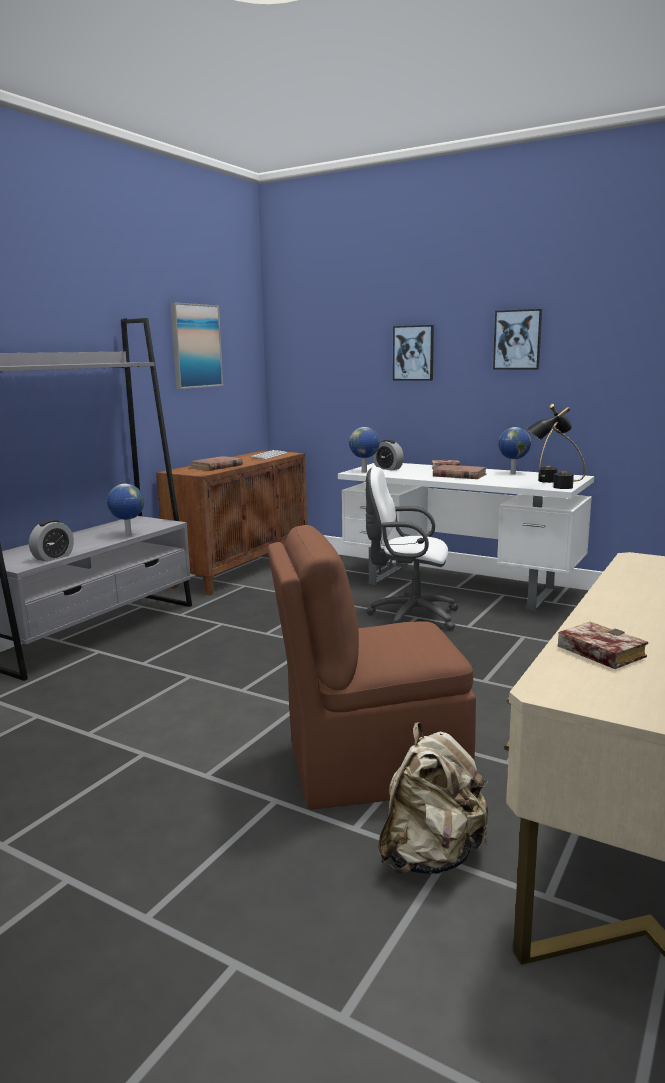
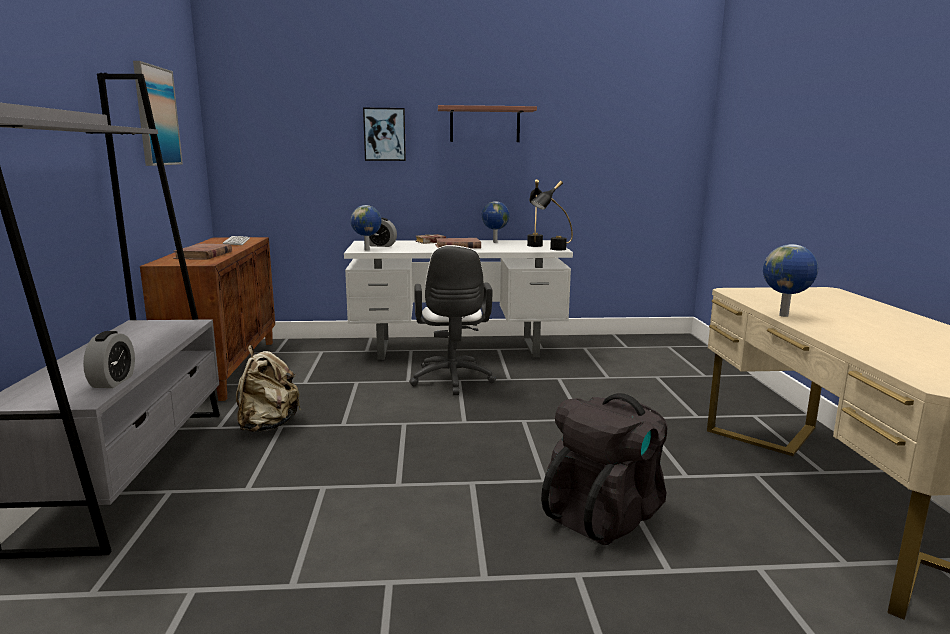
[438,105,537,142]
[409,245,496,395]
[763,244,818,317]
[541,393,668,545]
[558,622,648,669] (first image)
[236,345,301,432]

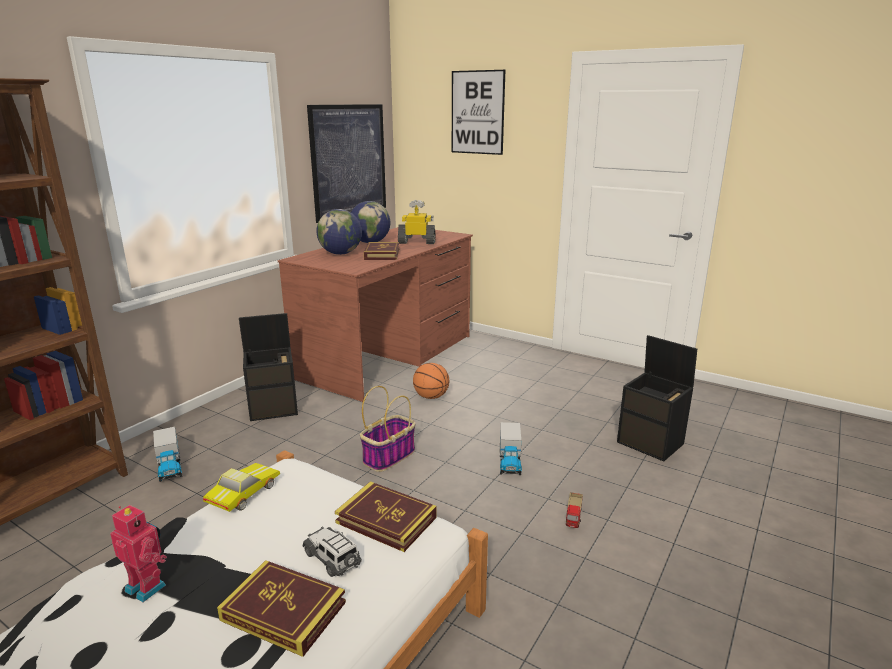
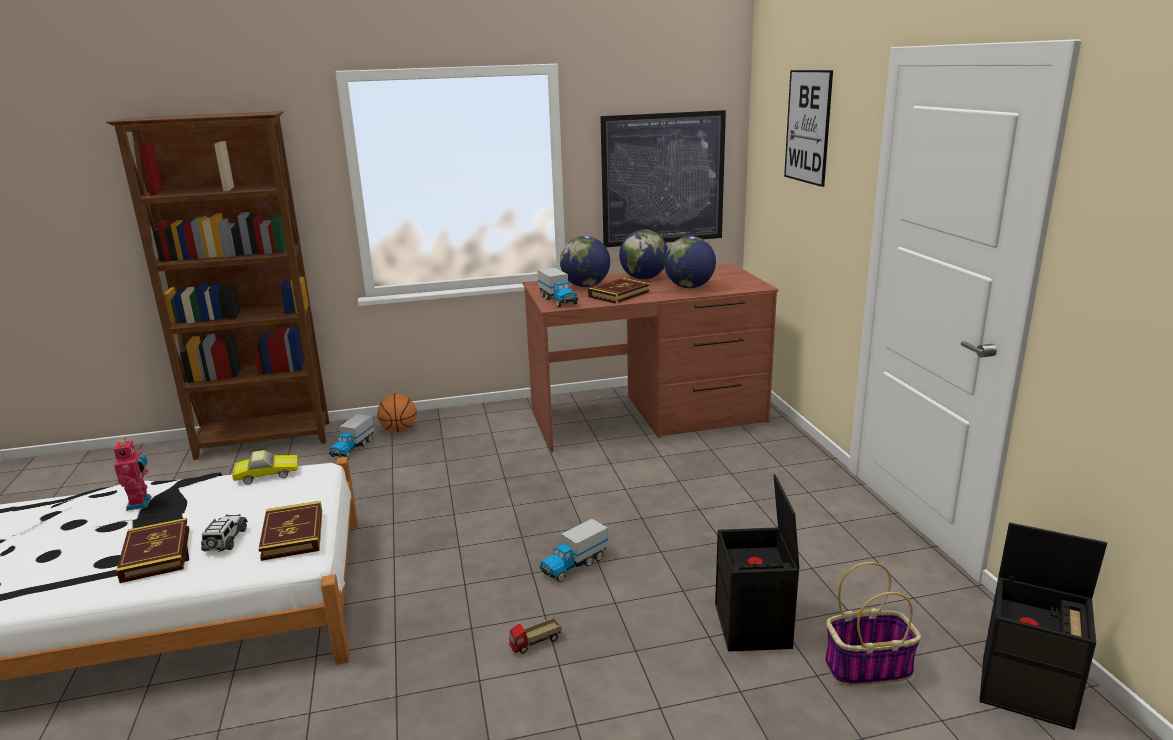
[664,236,716,288]
[980,522,1107,730]
[377,394,417,432]
[825,562,921,686]
[537,268,578,307]

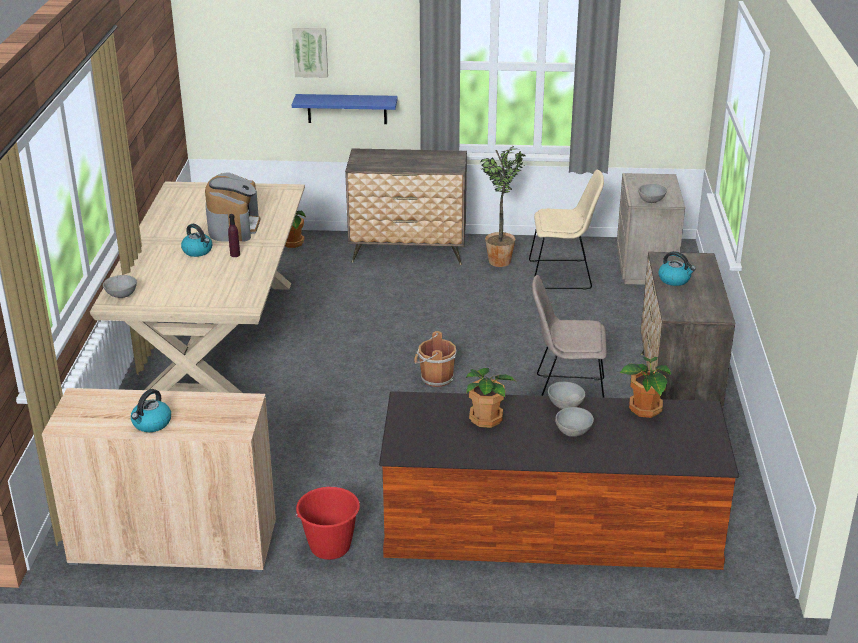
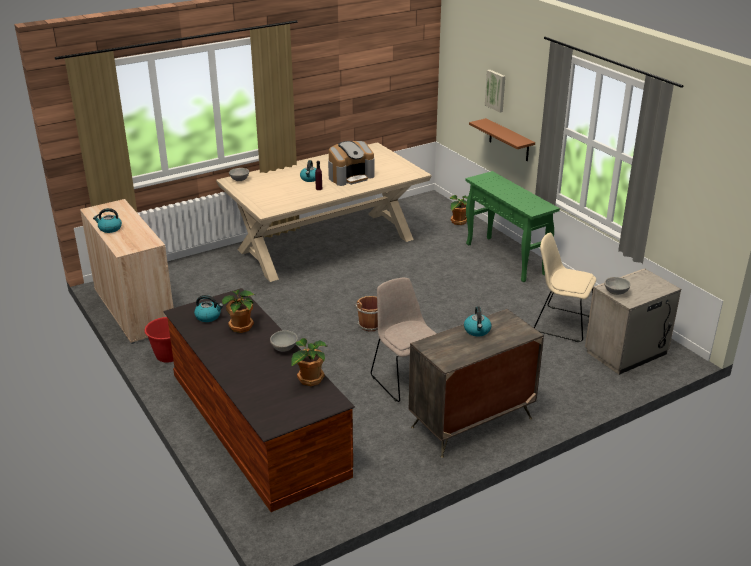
[469,118,535,161]
[481,146,526,267] (first image)
[465,171,560,282]
[534,233,596,342]
[555,407,594,437] (first image)
[194,295,223,322]

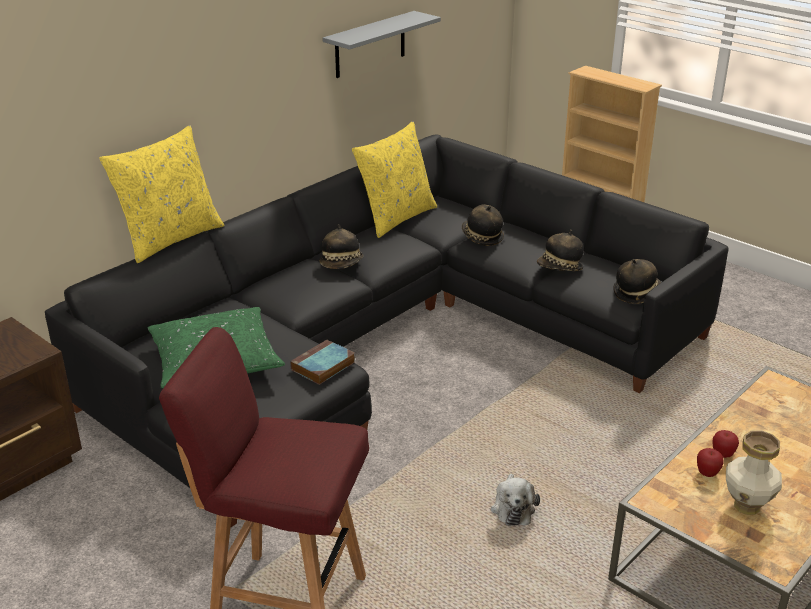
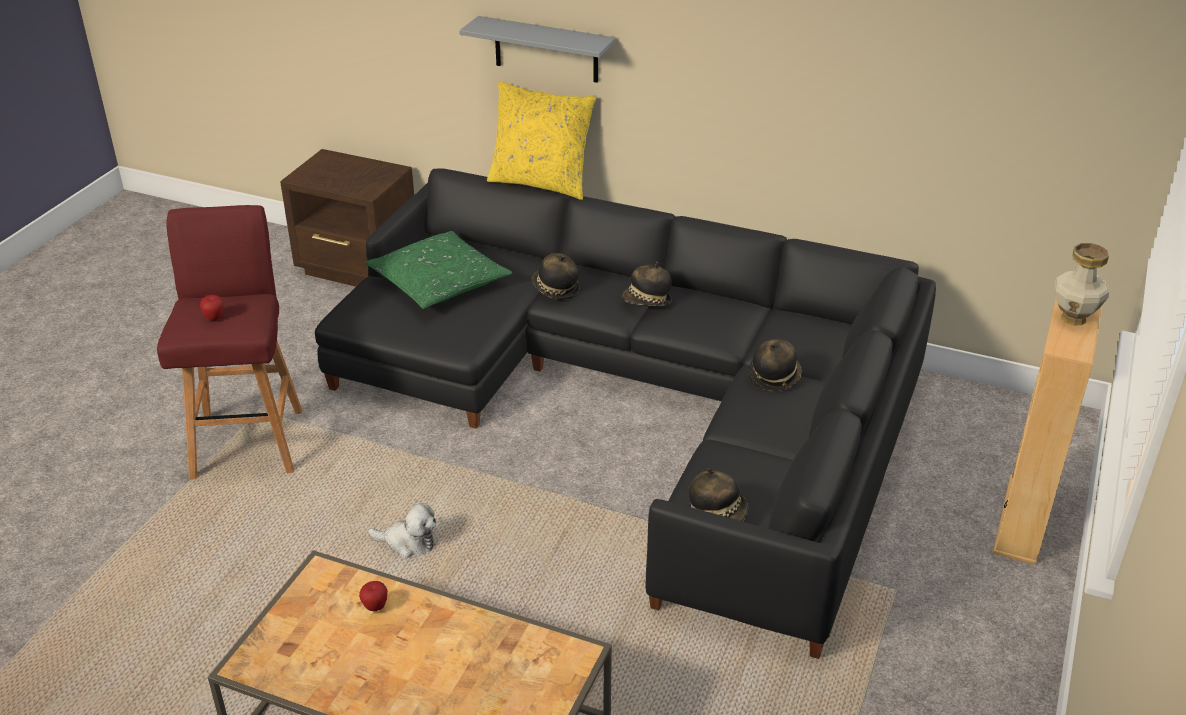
[459,16,616,83]
[352,122,437,238] (first image)
[532,253,580,300]
[290,339,355,385] (first image)
[200,295,225,321]
[1055,243,1109,325]
[368,503,436,558]

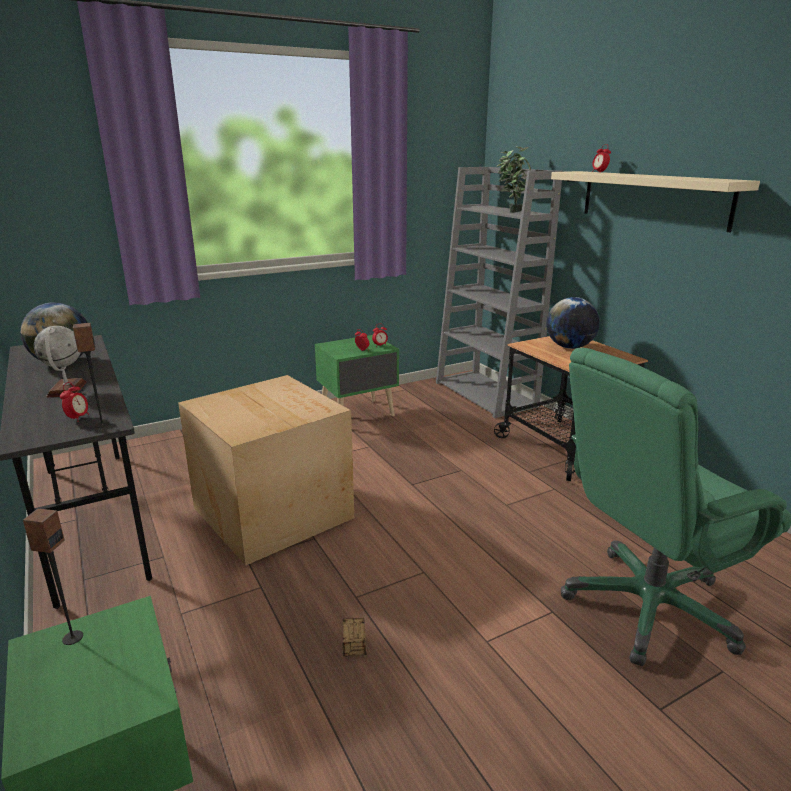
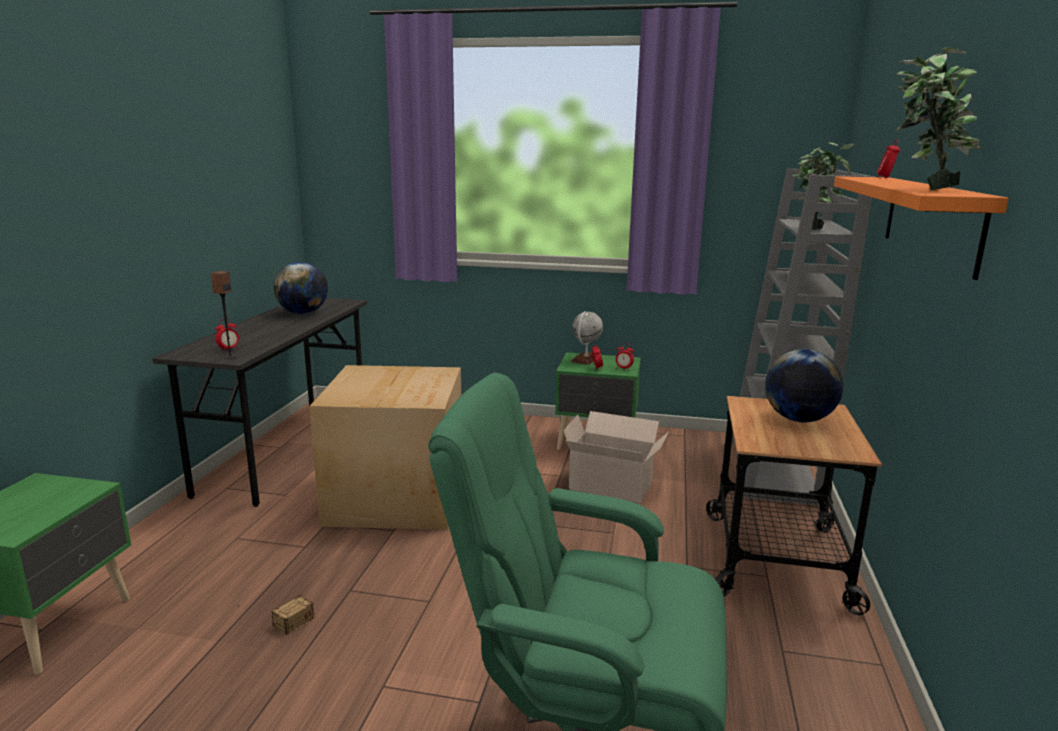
[834,176,1009,280]
[571,311,603,365]
[23,508,83,645] (first image)
[896,47,982,190]
[563,411,669,503]

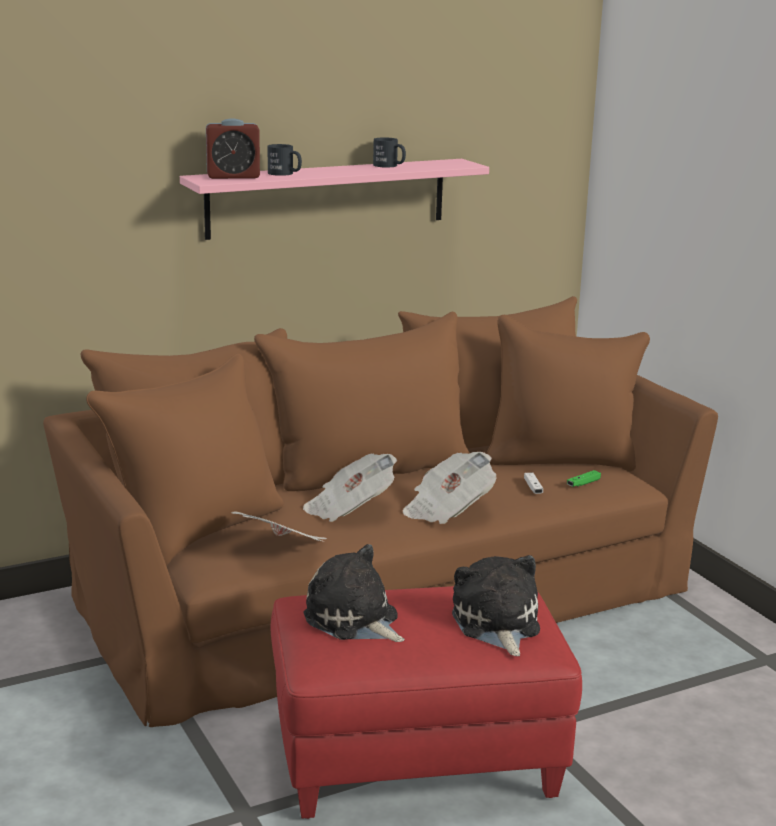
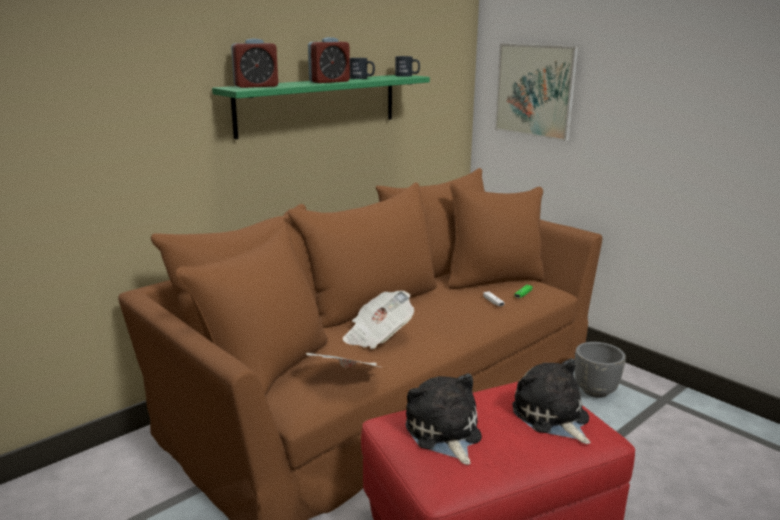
[395,56,420,77]
[212,75,430,139]
[403,452,497,524] (first image)
[405,373,482,465]
[308,37,350,83]
[495,43,578,141]
[575,342,626,398]

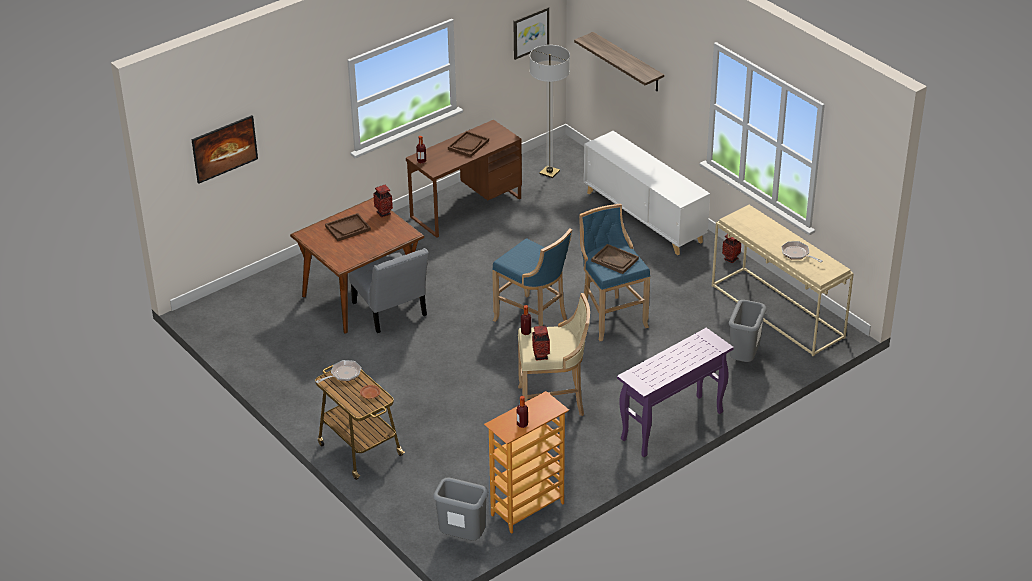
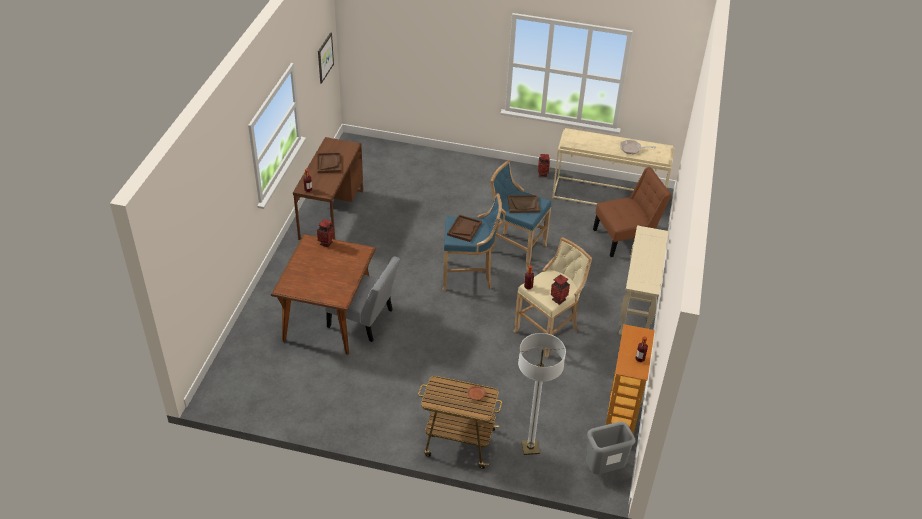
[574,32,664,91] (first image)
[518,333,566,455]
[191,115,258,184] (first image)
[584,131,710,255] (first image)
[447,214,482,242]
[593,167,671,257]
[619,225,668,335]
[315,360,361,383] (first image)

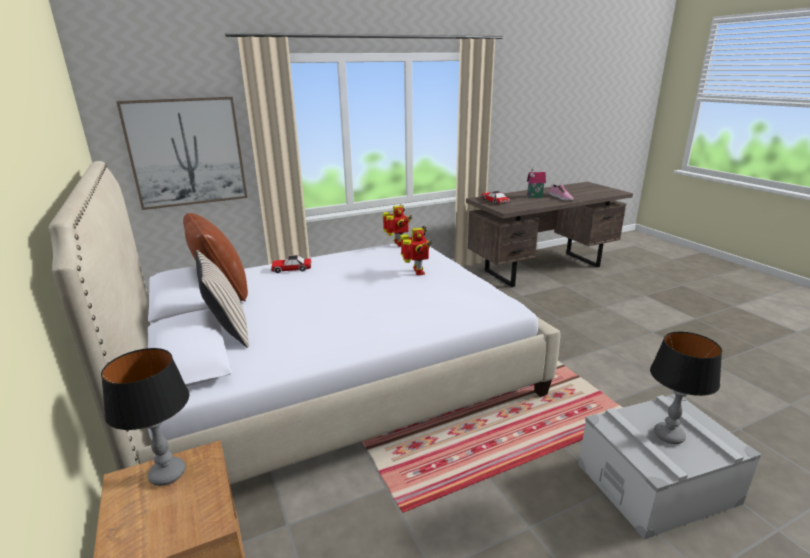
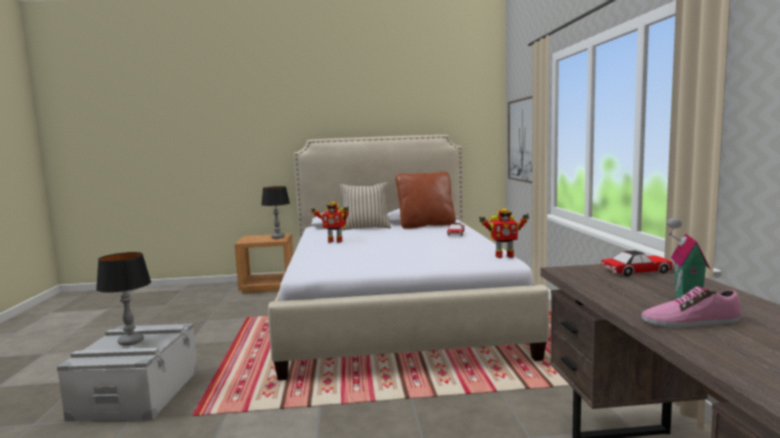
[311,202,349,243]

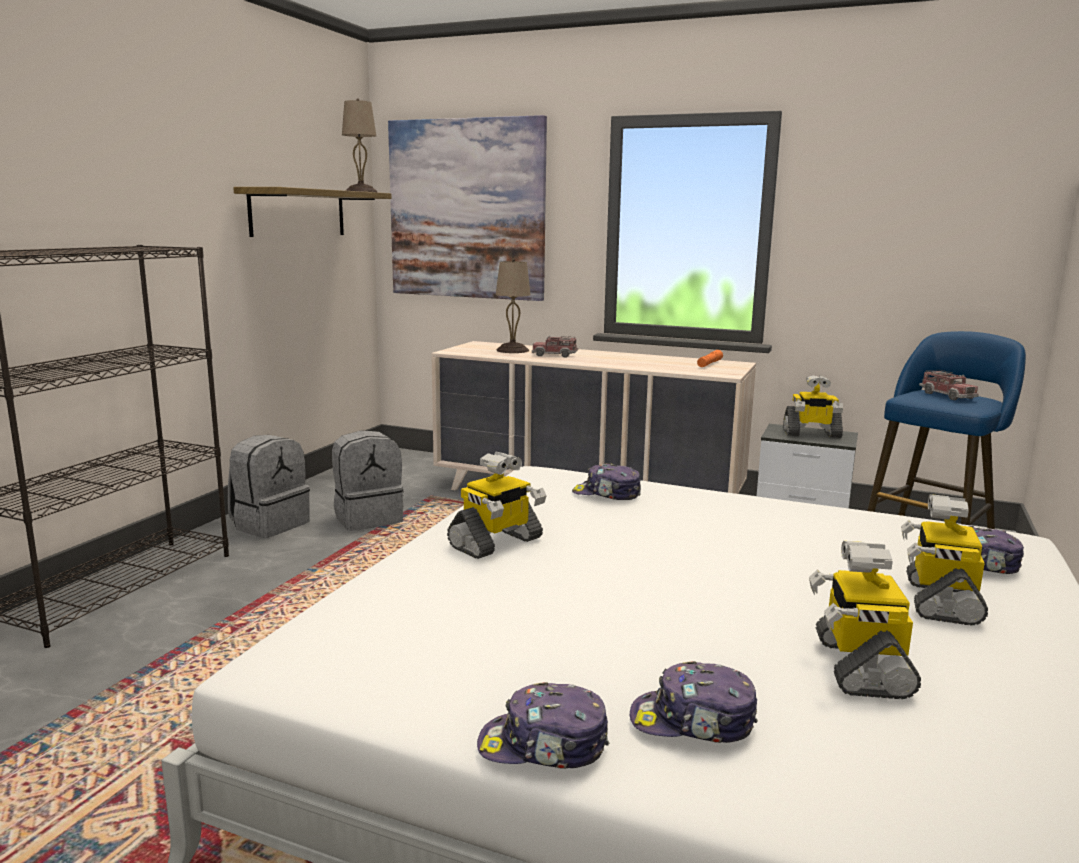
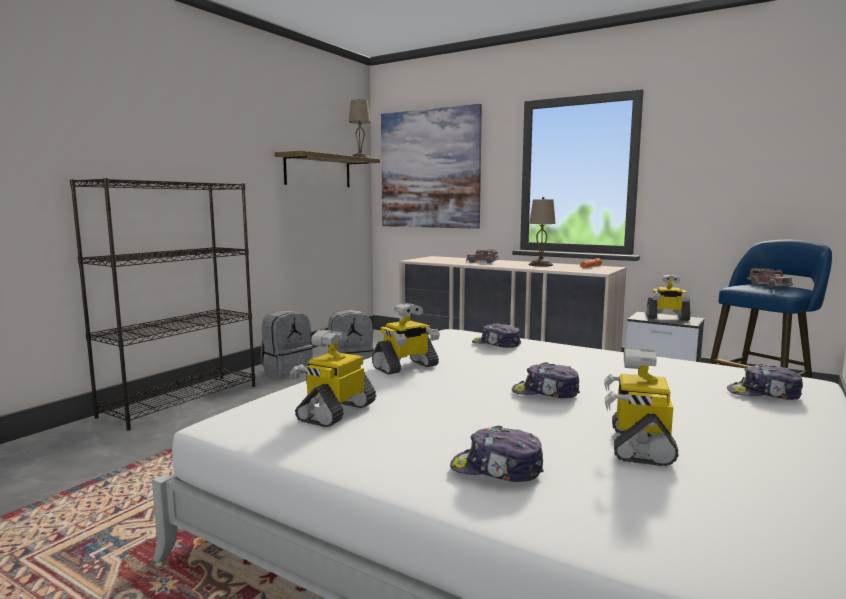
[529,197,556,266]
[290,329,376,427]
[512,362,580,398]

